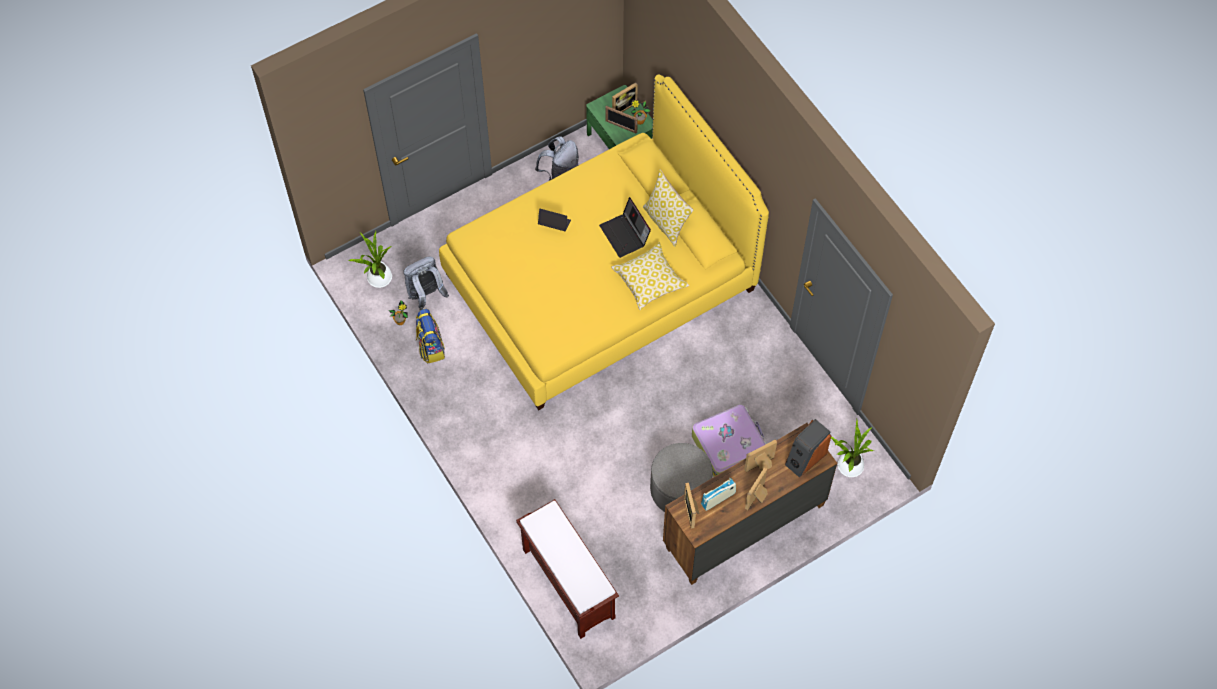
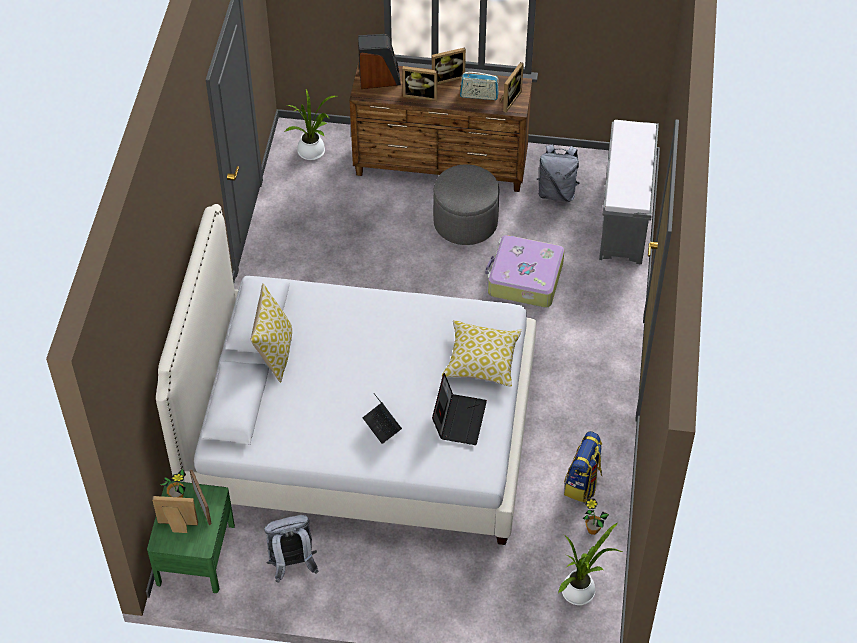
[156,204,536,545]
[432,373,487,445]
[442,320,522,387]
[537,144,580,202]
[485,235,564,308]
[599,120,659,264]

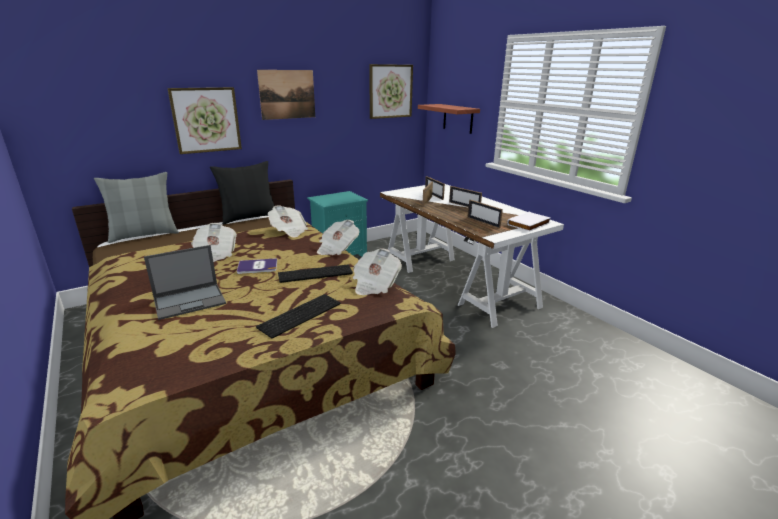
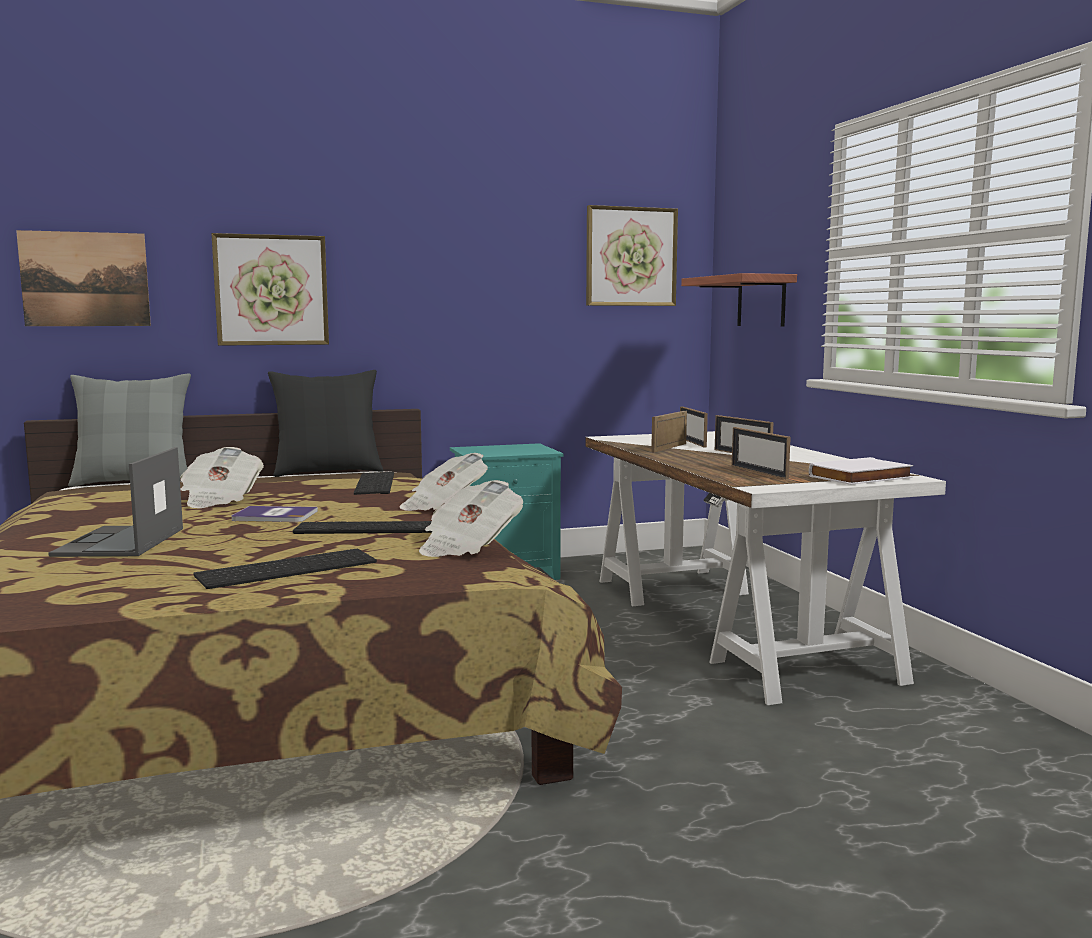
[16,230,151,326]
[354,472,394,495]
[48,447,183,557]

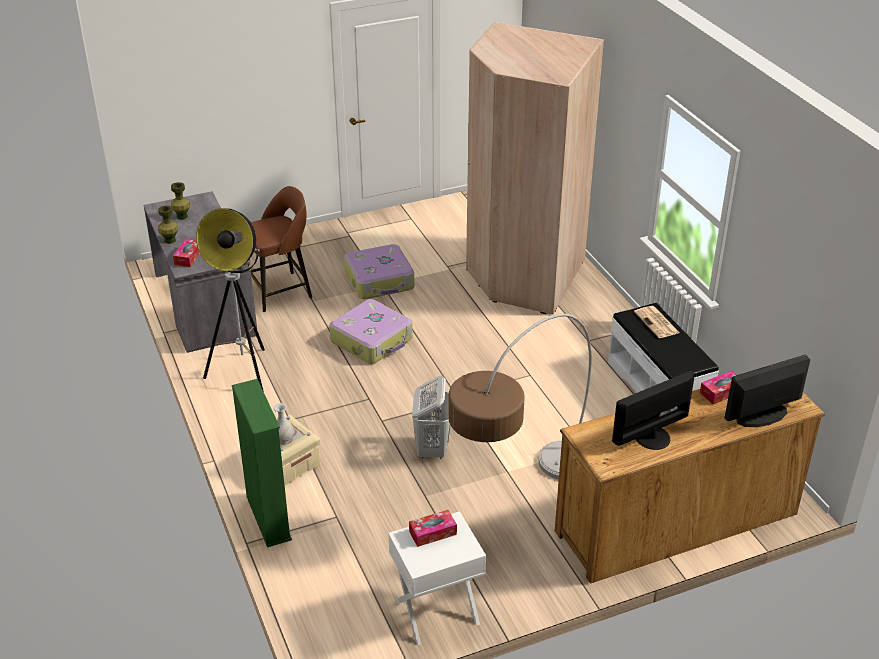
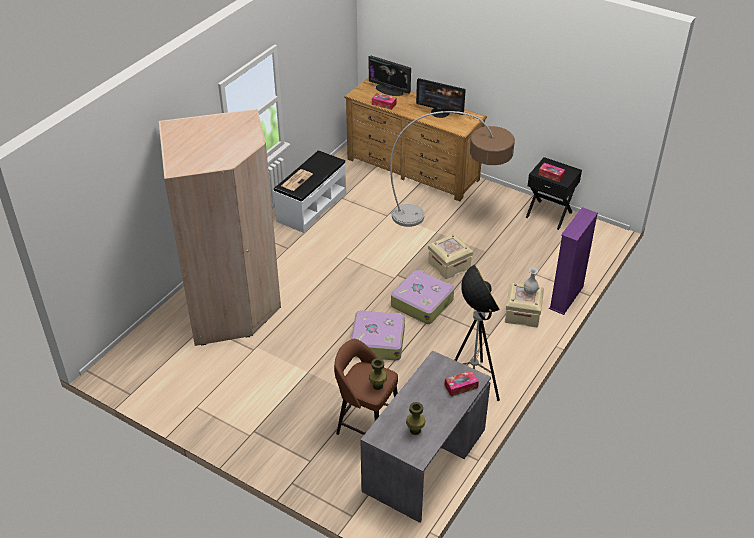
[369,358,387,390]
[391,270,454,324]
[428,234,473,279]
[549,207,598,315]
[526,157,582,230]

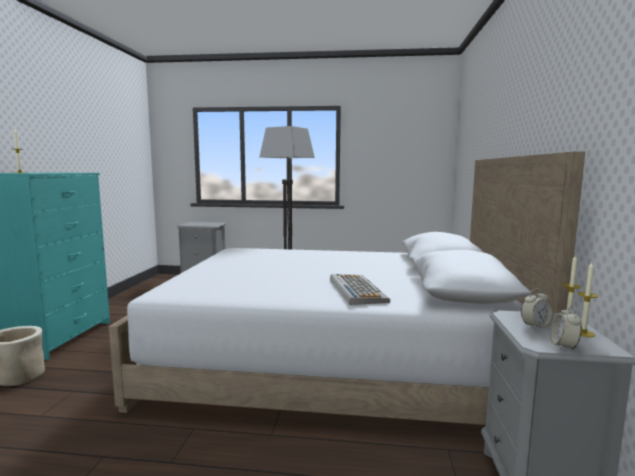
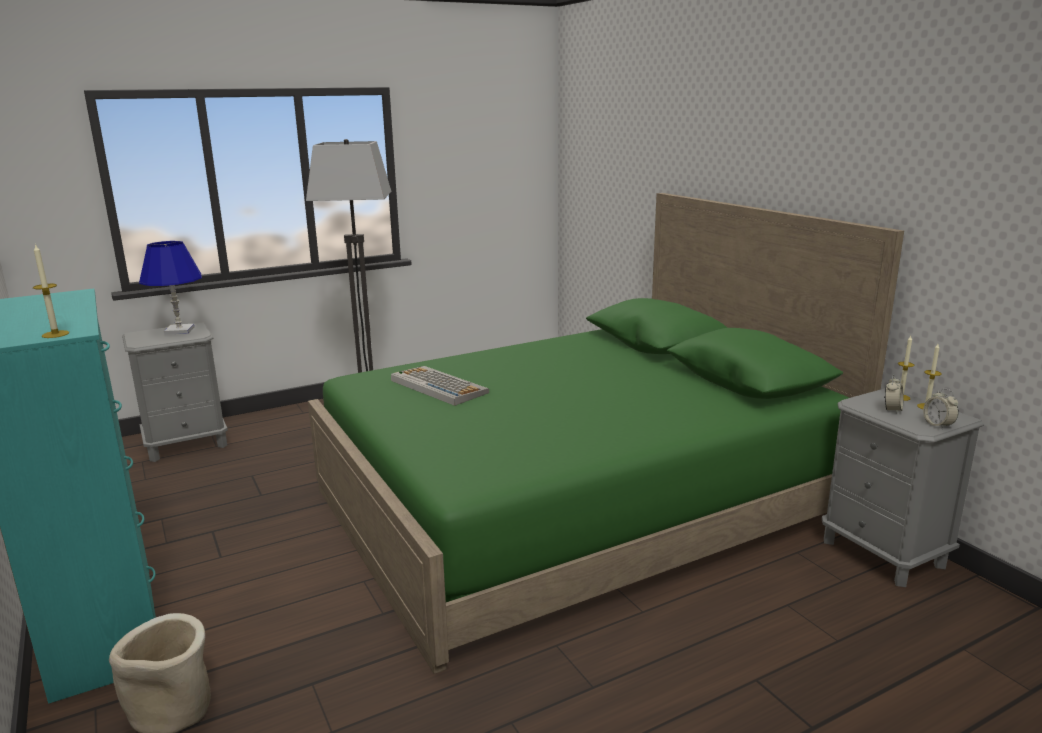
[308,193,904,674]
[391,366,489,406]
[139,241,202,335]

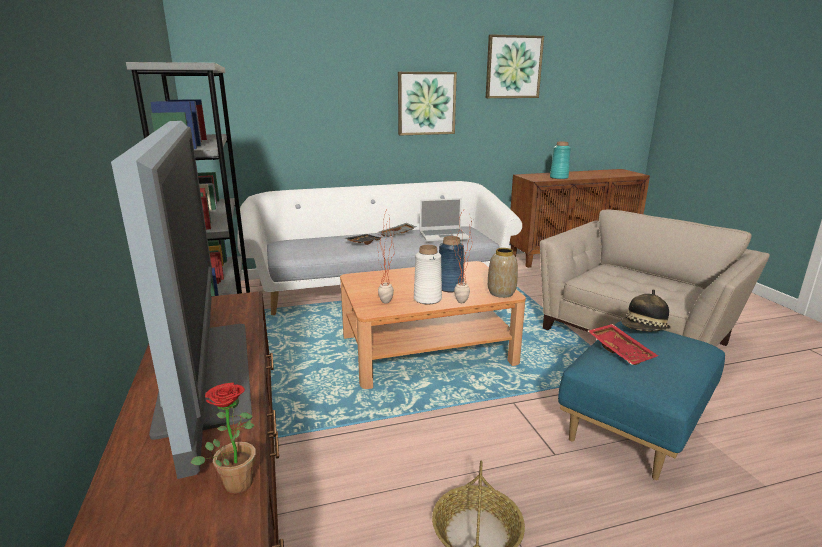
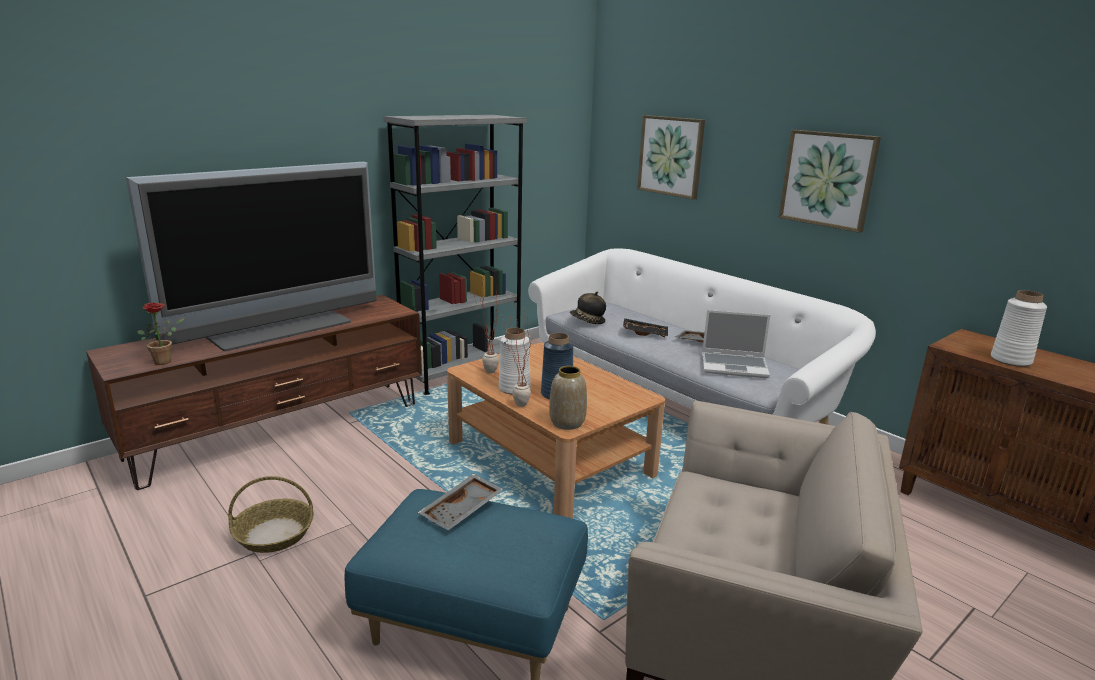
[637,115,705,200]
[991,290,1047,367]
[702,310,770,378]
[570,292,606,324]
[418,474,503,530]

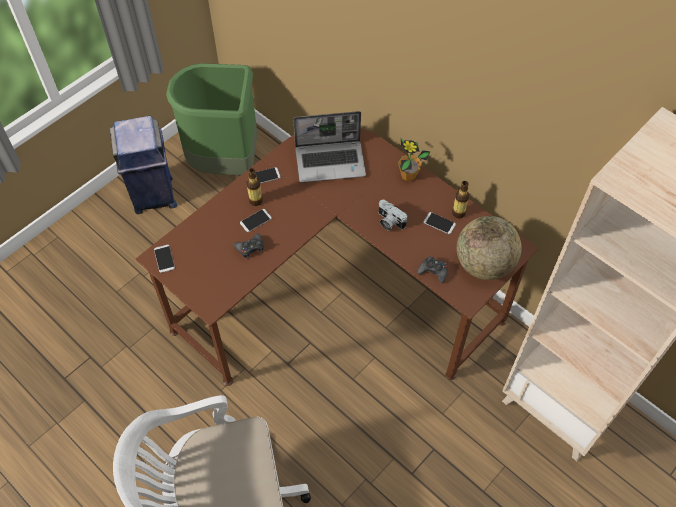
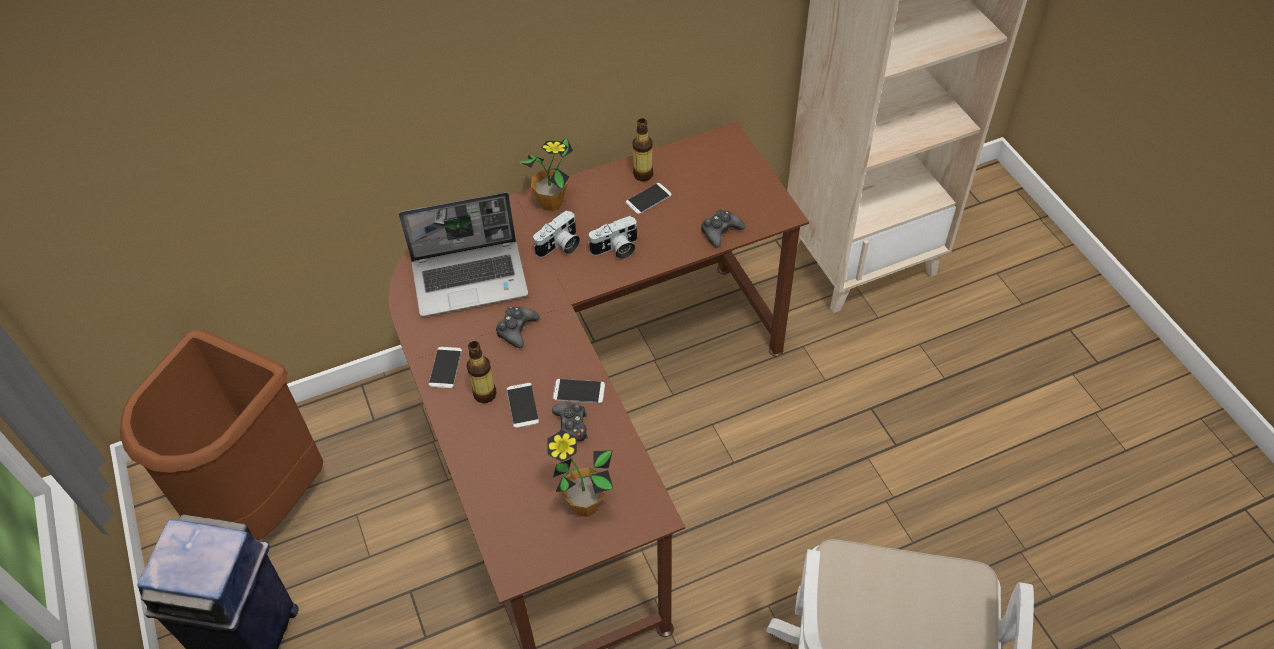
[120,330,323,540]
[399,192,528,317]
[457,216,522,280] (first image)
[553,379,605,404]
[533,210,580,258]
[496,306,540,348]
[548,430,613,517]

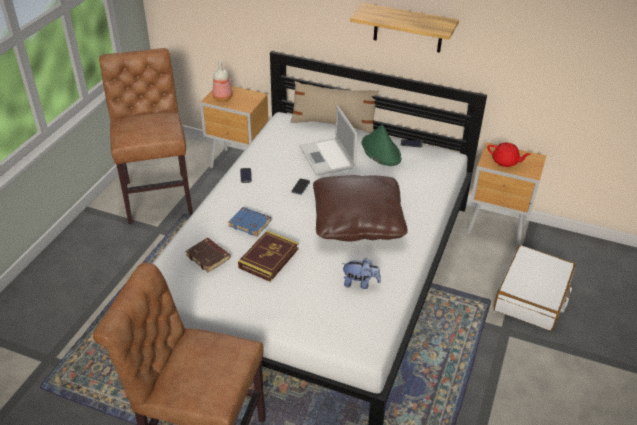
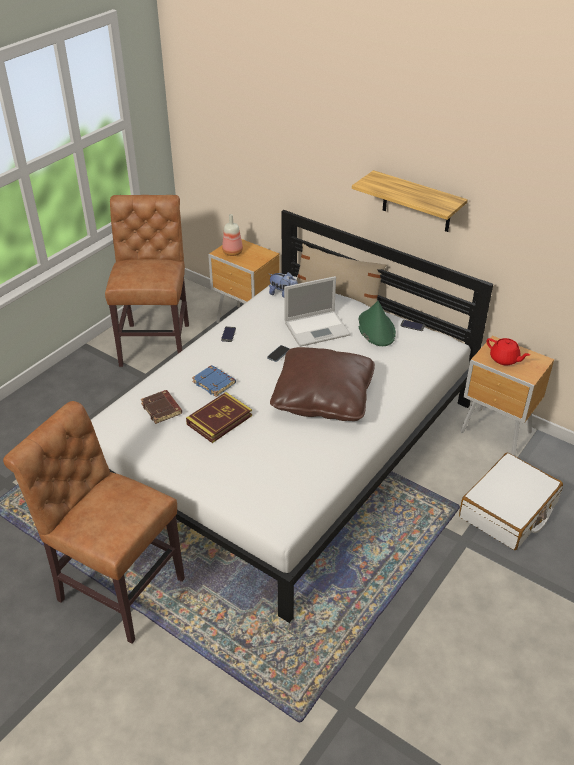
[284,276,351,347]
[269,272,298,298]

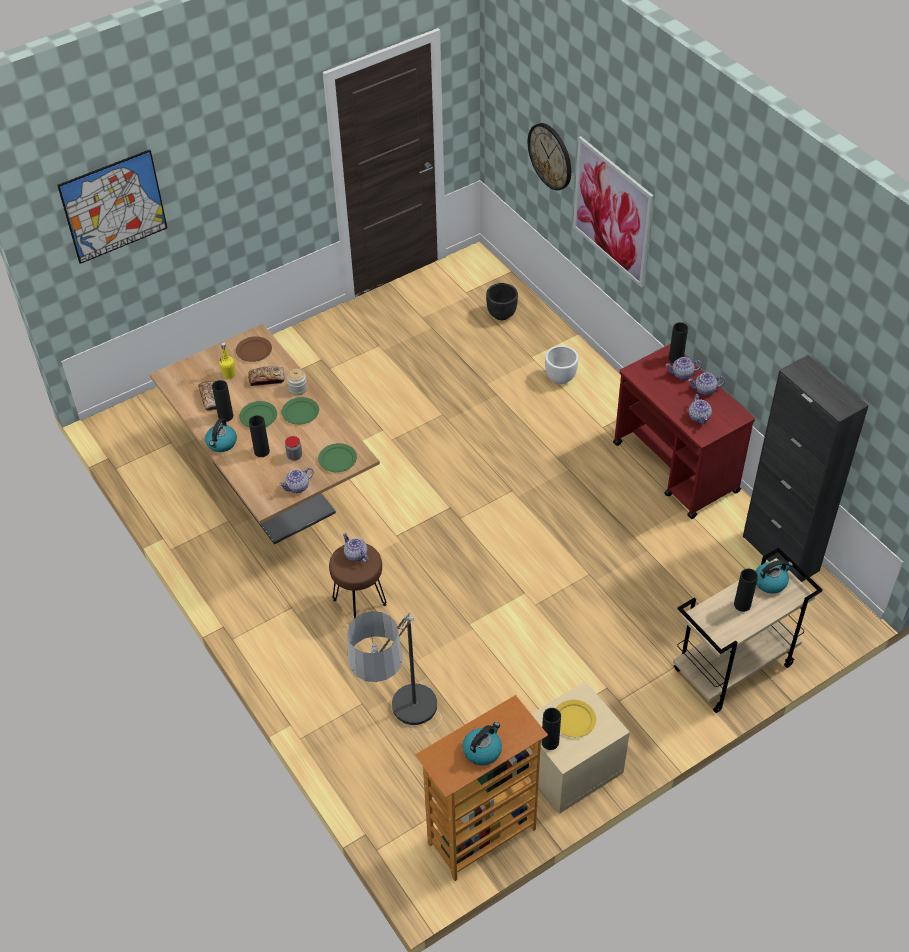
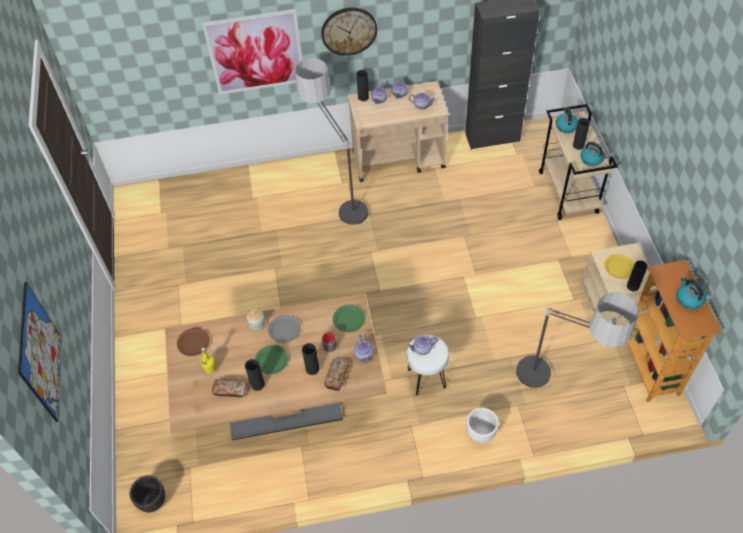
[321,8,377,56]
[130,475,165,512]
[348,81,449,182]
[466,408,499,443]
[325,359,349,391]
[268,315,301,343]
[581,142,608,166]
[406,335,449,395]
[296,58,368,227]

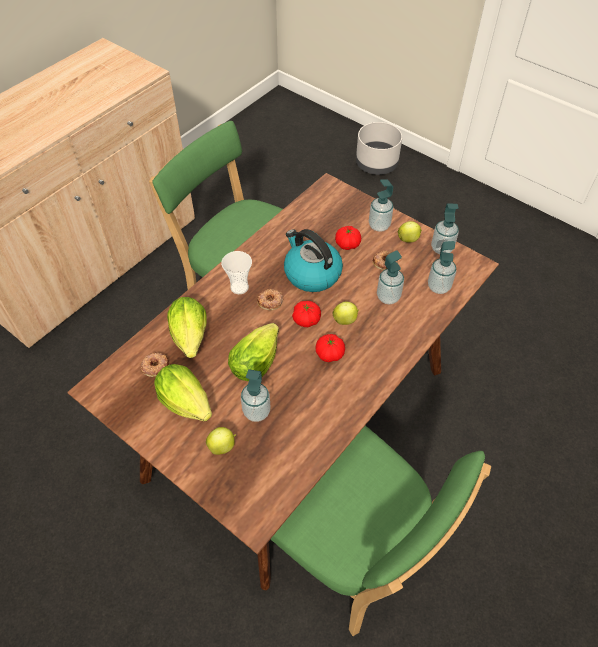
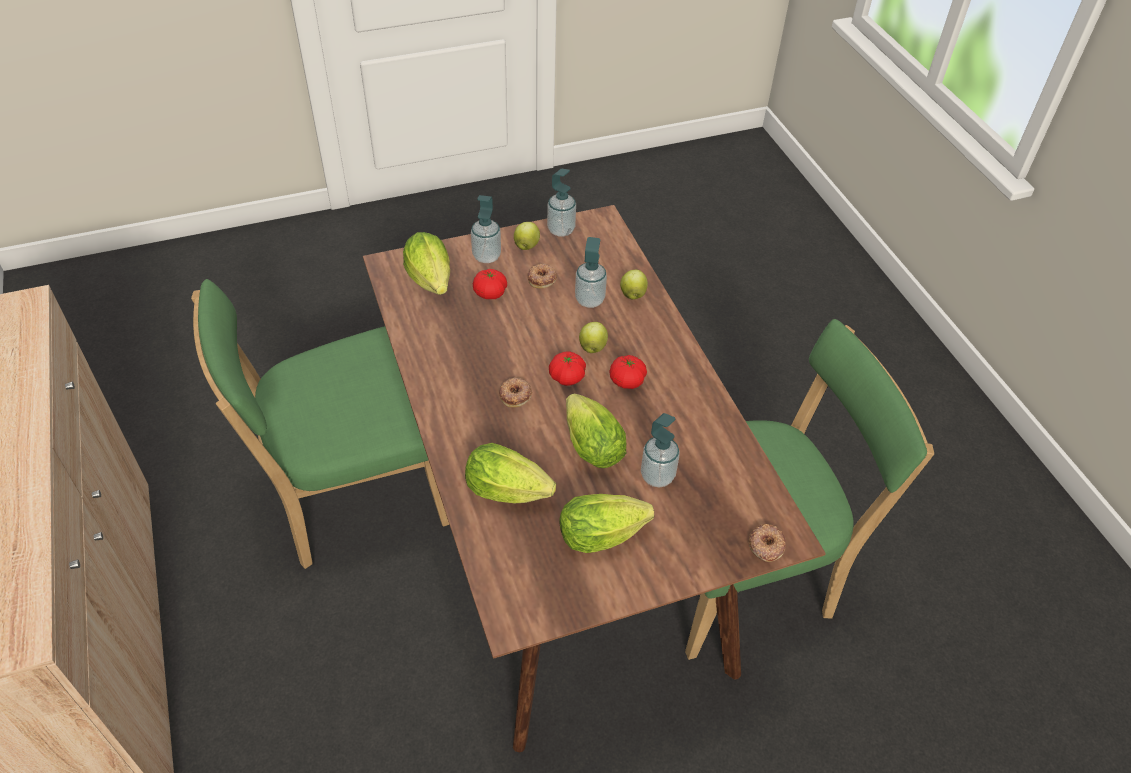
[356,122,402,175] (first image)
[284,229,343,292] (first image)
[428,241,457,294] (first image)
[221,251,252,294] (first image)
[749,524,786,562]
[620,270,648,300]
[403,232,450,295]

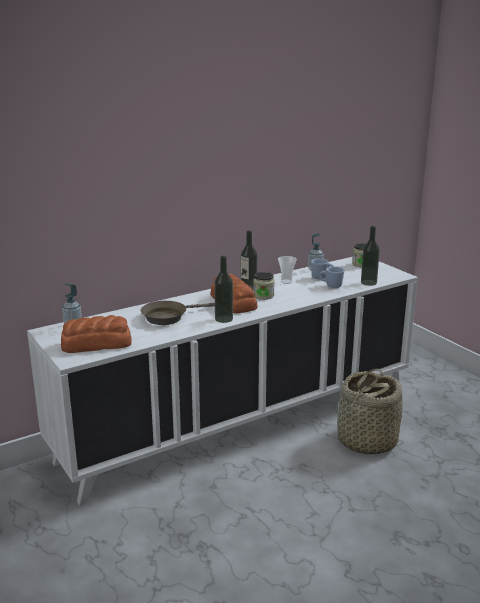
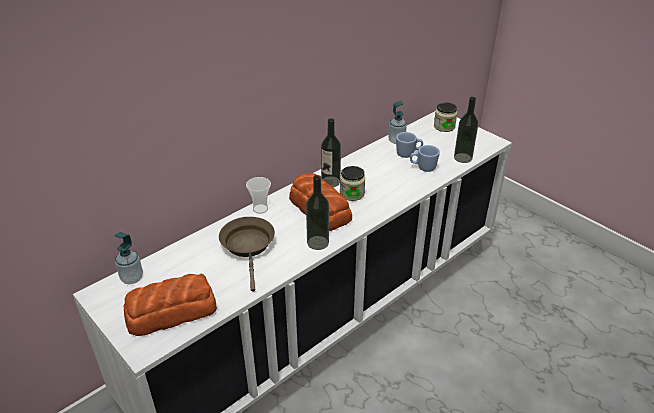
[246,177,271,214]
[219,217,275,292]
[337,369,403,454] (first image)

